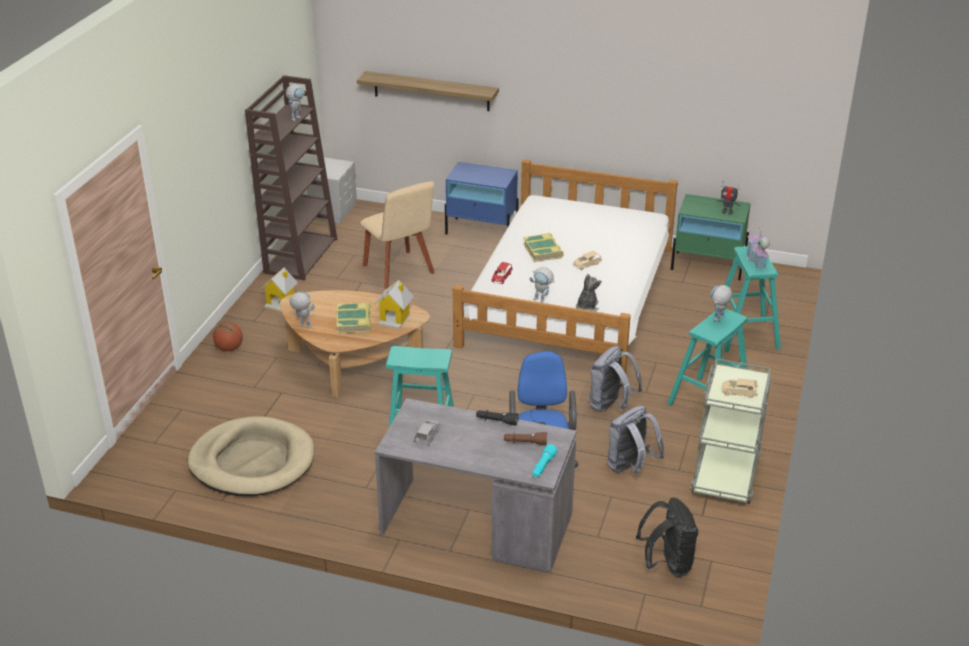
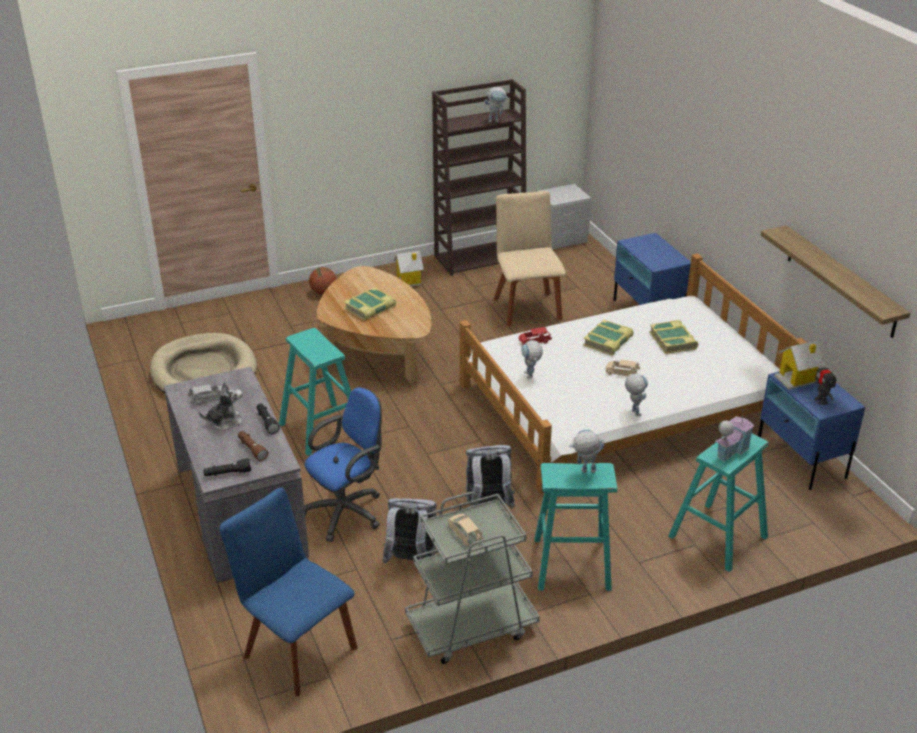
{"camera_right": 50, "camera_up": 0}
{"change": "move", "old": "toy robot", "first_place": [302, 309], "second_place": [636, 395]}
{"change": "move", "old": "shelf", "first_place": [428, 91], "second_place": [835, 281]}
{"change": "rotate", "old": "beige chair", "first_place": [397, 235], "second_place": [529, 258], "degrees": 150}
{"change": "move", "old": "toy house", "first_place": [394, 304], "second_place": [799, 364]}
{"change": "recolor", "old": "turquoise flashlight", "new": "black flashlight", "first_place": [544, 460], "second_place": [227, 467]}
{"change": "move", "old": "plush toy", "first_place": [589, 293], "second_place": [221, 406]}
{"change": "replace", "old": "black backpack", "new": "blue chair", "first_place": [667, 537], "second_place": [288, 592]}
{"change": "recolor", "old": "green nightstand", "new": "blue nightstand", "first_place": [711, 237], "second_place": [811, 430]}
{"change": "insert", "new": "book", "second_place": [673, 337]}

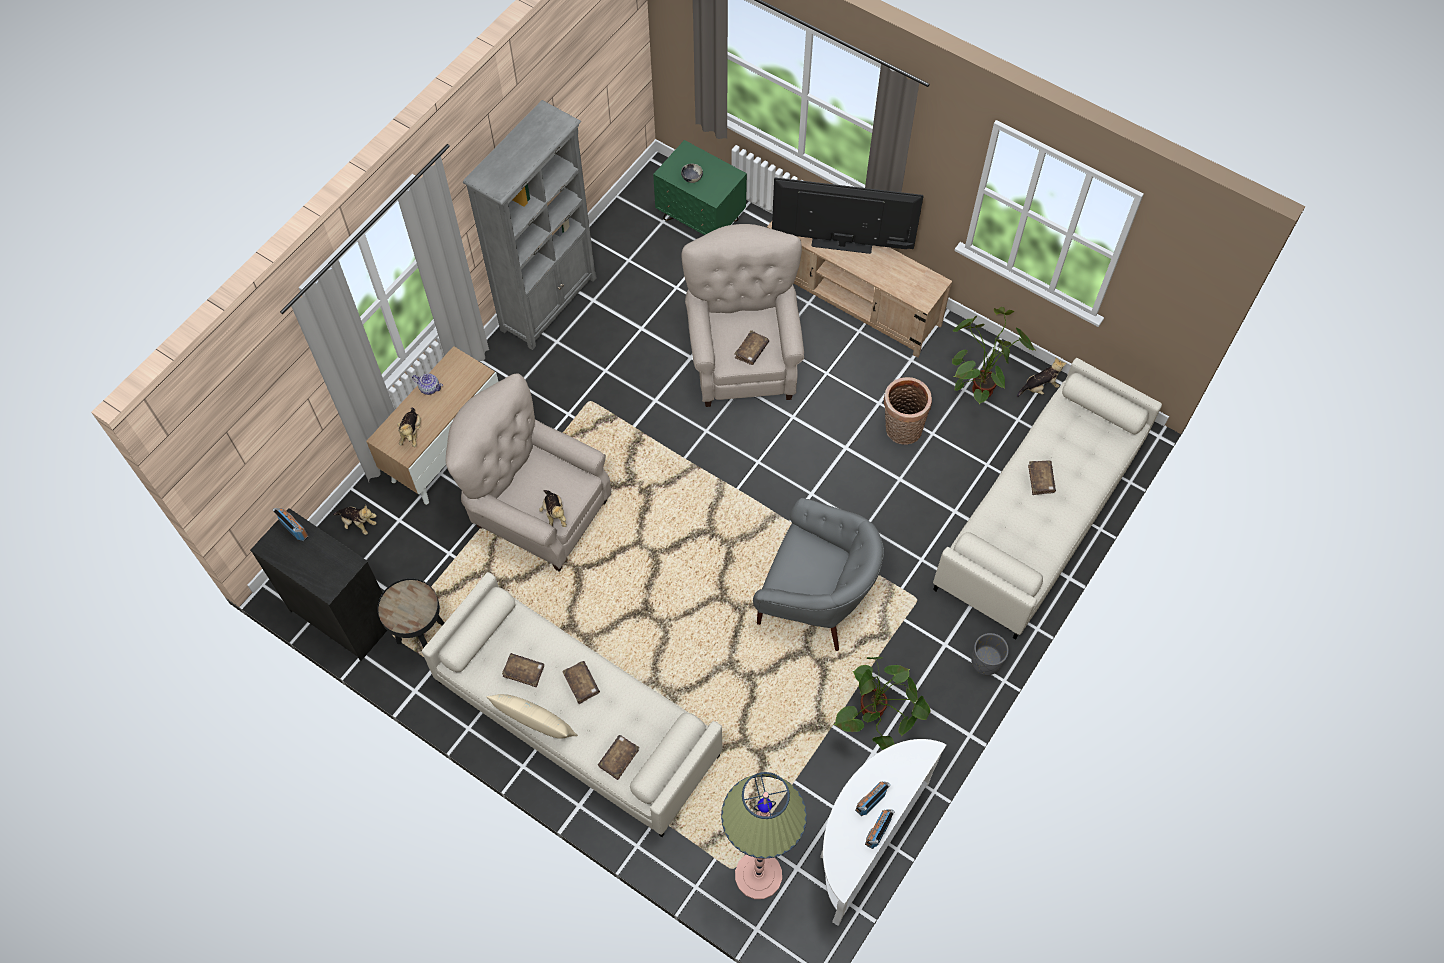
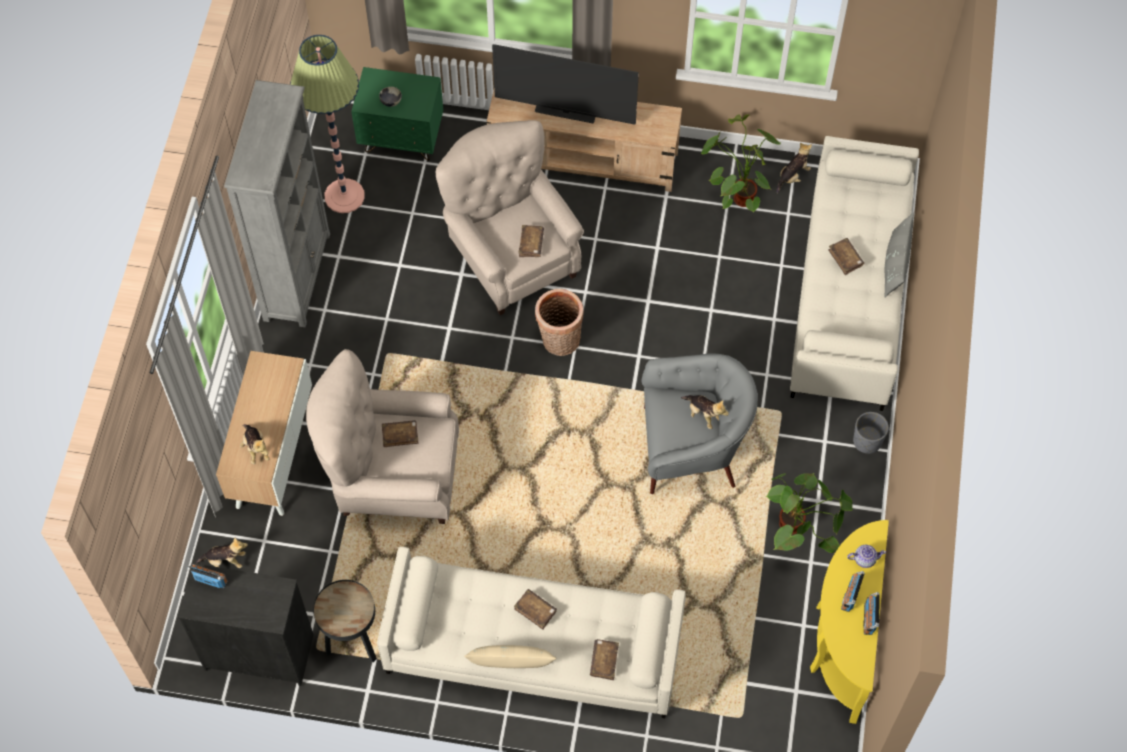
{"camera_right": -25, "camera_up": 0}
{"change": "move", "old": "teapot", "first_place": [427, 384], "second_place": [866, 556]}
{"change": "move", "old": "brown book", "first_place": [523, 670], "second_place": [400, 433]}
{"change": "move", "old": "plush toy", "first_place": [553, 508], "second_place": [705, 412]}
{"change": "move", "old": "floor lamp", "first_place": [764, 835], "second_place": [327, 124]}
{"change": "rotate", "old": "television", "first_place": [848, 216], "second_place": [565, 84], "degrees": -150}
{"change": "recolor", "old": "white console table", "new": "yellow console table", "first_place": [883, 832], "second_place": [849, 622]}
{"change": "move", "old": "basket", "first_place": [907, 411], "second_place": [559, 322]}
{"change": "insert", "new": "grey pillow", "second_place": [899, 255]}

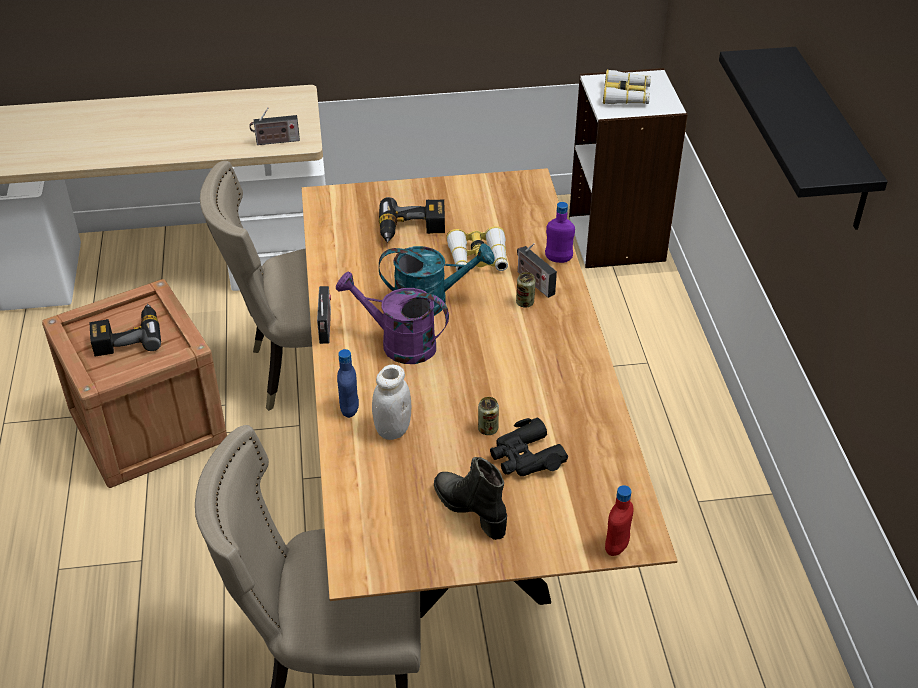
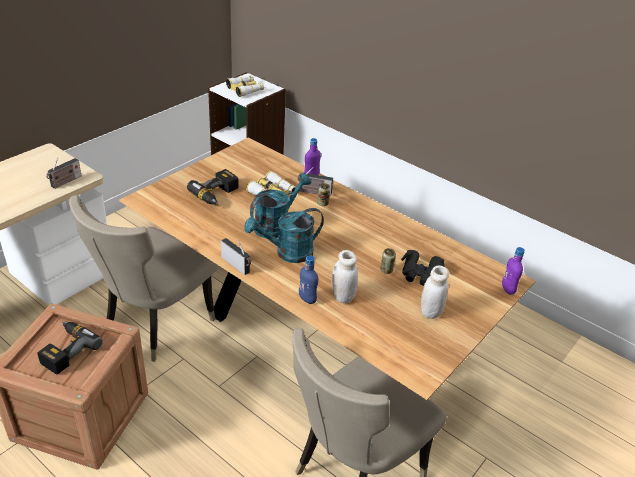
{"camera_right": -45, "camera_up": -5}
{"change": "recolor", "old": "purple watering can", "new": "turquoise watering can", "first_place": [392, 317], "second_place": [284, 235]}
{"change": "replace", "old": "black boot", "new": "white jar", "first_place": [470, 498], "second_place": [435, 292]}
{"change": "recolor", "old": "red bottle", "new": "purple bottle", "first_place": [619, 520], "second_place": [513, 271]}
{"change": "delete", "old": "black shelf", "first_place": [803, 138]}

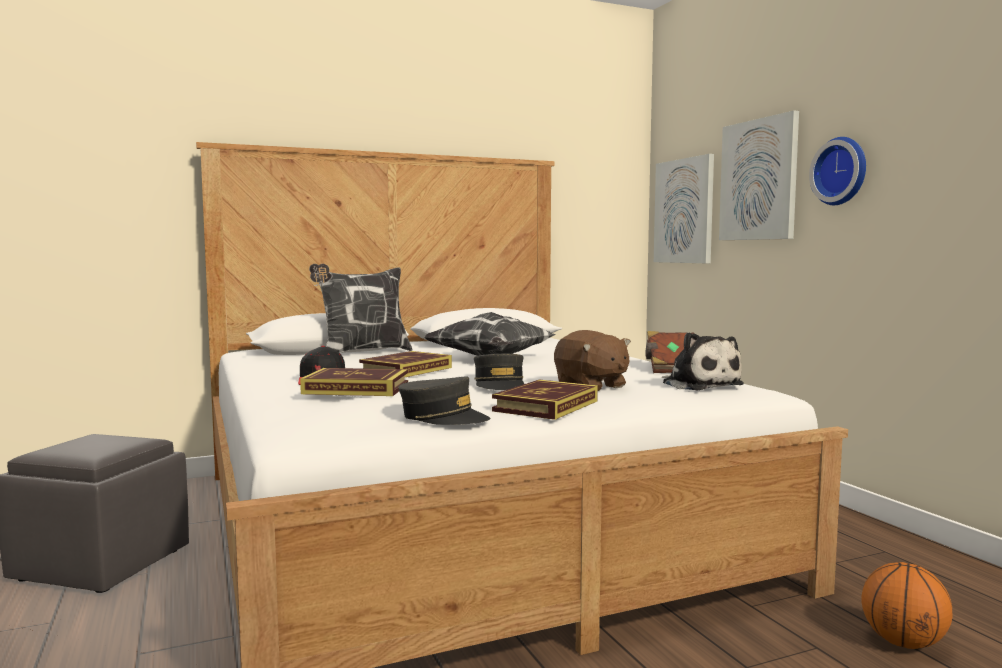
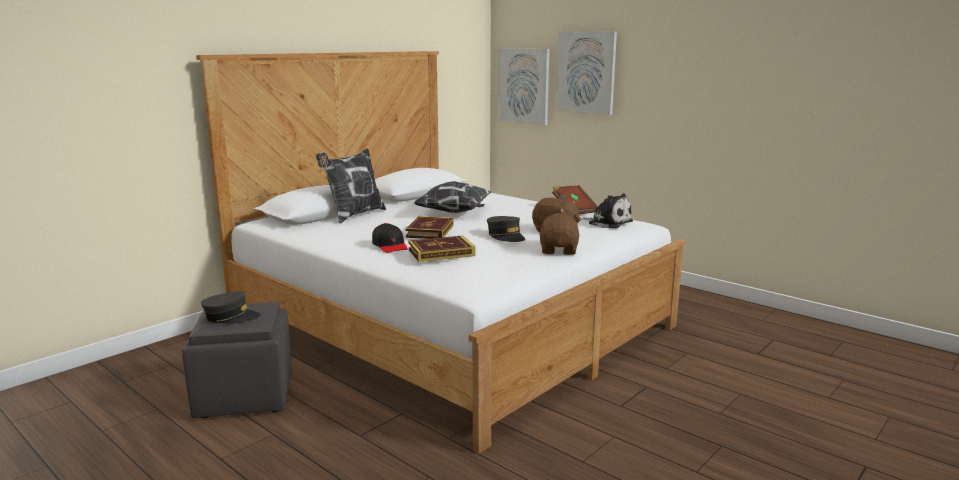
{"camera_right": -25, "camera_up": 10}
{"change": "move", "old": "grey cap", "first_place": [444, 400], "second_place": [231, 307]}
{"change": "replace", "old": "book", "new": "brown plush toy", "first_place": [545, 400], "second_place": [560, 234]}
{"change": "delete", "old": "wall clock", "first_place": [837, 171]}
{"change": "delete", "old": "basketball", "first_place": [906, 605]}

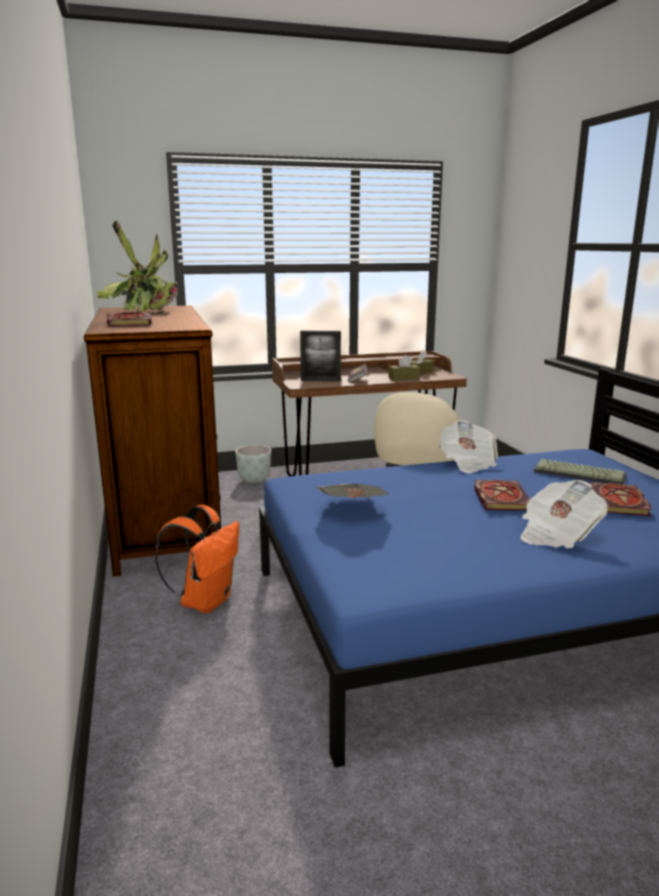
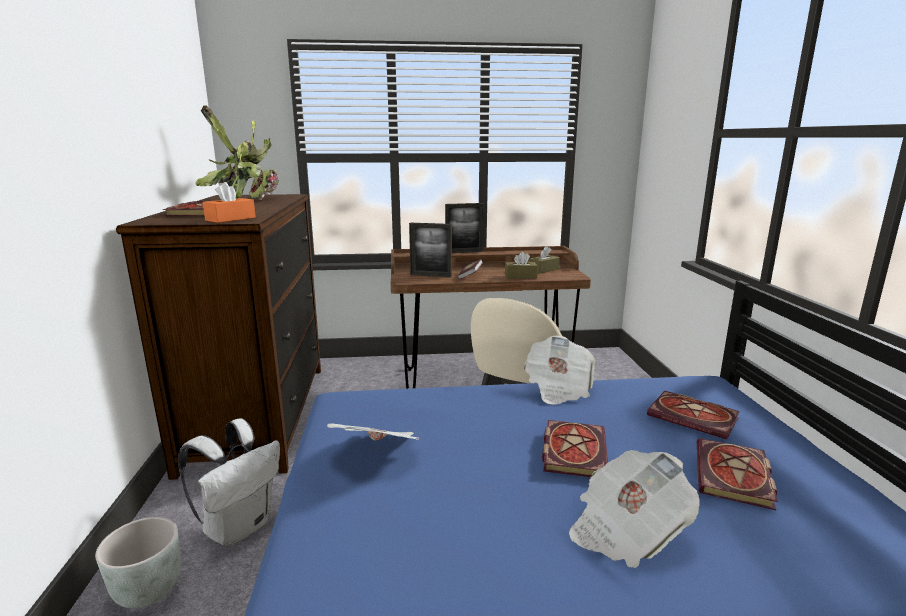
{"camera_right": 10, "camera_up": 0}
{"change": "recolor", "old": "orange backpack", "new": "white backpack", "first_place": [197, 559], "second_place": [229, 482]}
{"change": "move", "old": "grey planter", "first_place": [253, 464], "second_place": [138, 562]}
{"change": "replace", "old": "keyboard", "new": "book", "first_place": [580, 472], "second_place": [693, 415]}
{"change": "insert", "new": "orange tissue box", "second_place": [229, 202]}
{"change": "insert", "new": "picture frame", "second_place": [465, 228]}

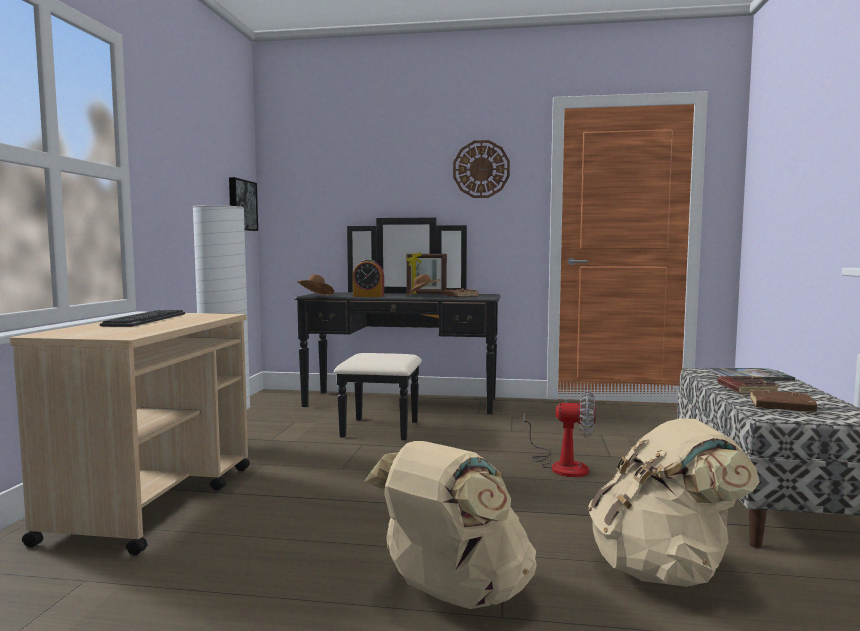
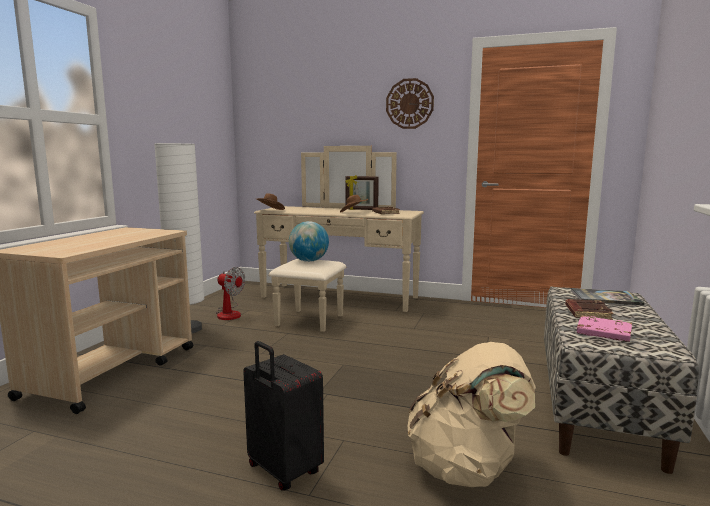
{"camera_right": 10, "camera_up": 5}
{"change": "delete", "old": "keyboard", "first_place": [142, 318]}
{"change": "delete", "old": "picture", "first_place": [243, 204]}
{"change": "recolor", "old": "black dresser", "new": "beige dresser", "first_place": [398, 328], "second_place": [339, 239]}
{"change": "delete", "old": "alarm clock", "first_place": [368, 278]}
{"change": "replace", "old": "beige backpack", "new": "black suitcase", "first_place": [450, 525], "second_place": [283, 416]}
{"change": "move", "old": "fan", "first_place": [559, 434], "second_place": [230, 293]}
{"change": "recolor", "old": "brown book", "new": "pink book", "first_place": [783, 401], "second_place": [604, 328]}
{"change": "insert", "new": "globe", "second_place": [309, 241]}

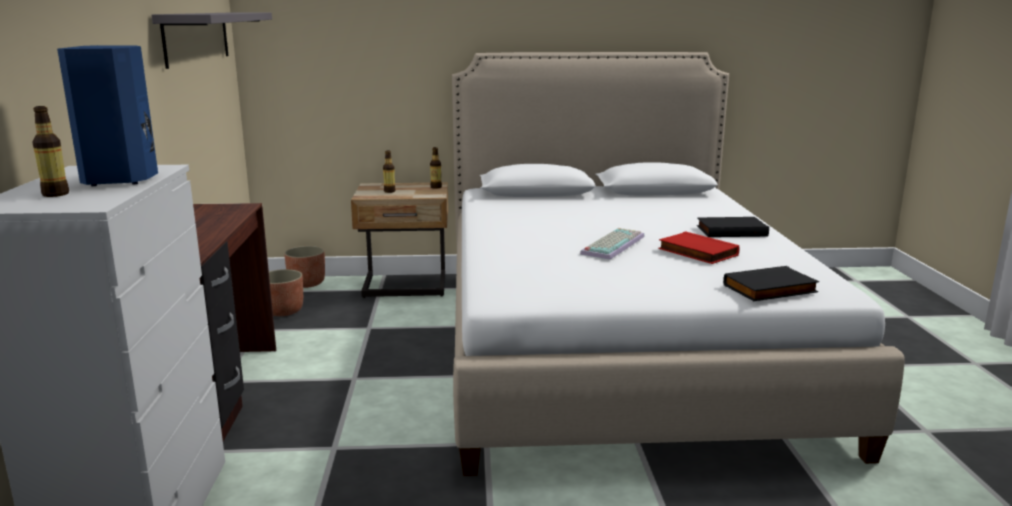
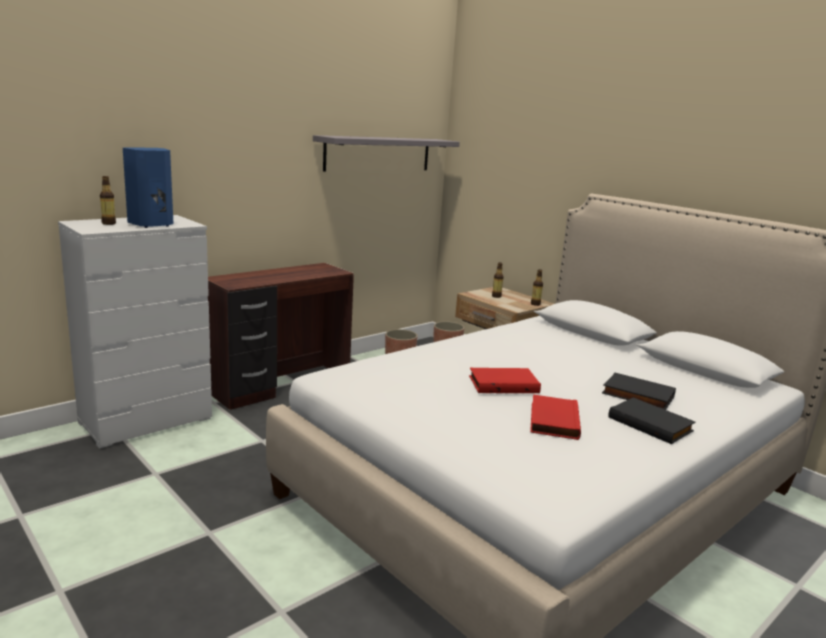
{"camera_right": 50, "camera_up": 0}
{"change": "replace", "old": "keyboard", "new": "red book", "first_place": [612, 244], "second_place": [505, 380]}
{"change": "move", "old": "black book", "first_place": [771, 283], "second_place": [639, 391]}

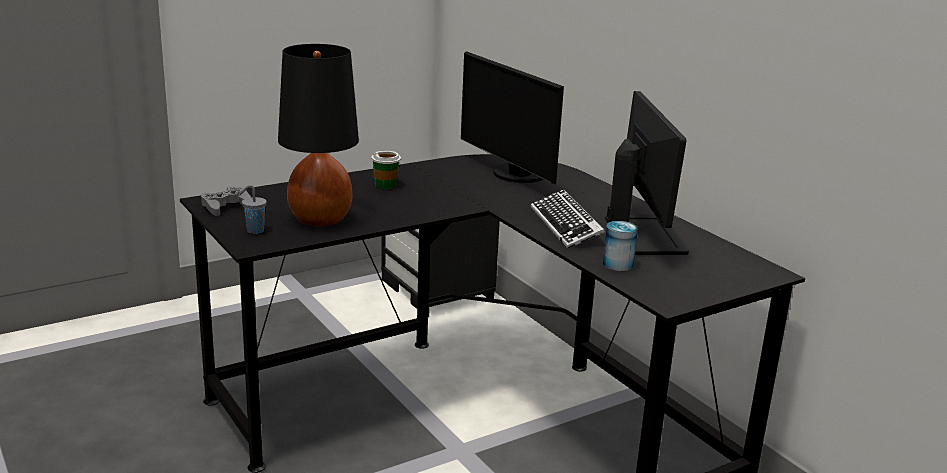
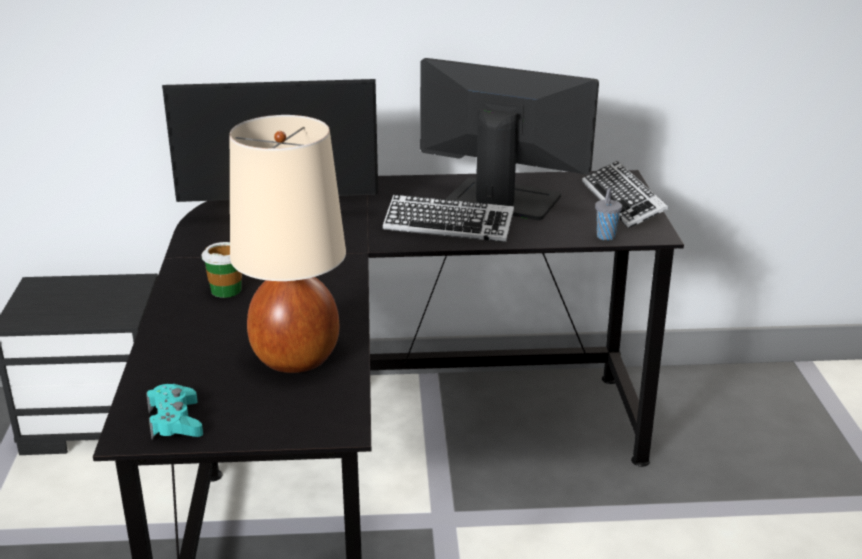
{"camera_right": -60, "camera_up": 5}
{"change": "recolor", "old": "grey game controller", "new": "turquoise game controller", "first_place": [226, 201], "second_place": [174, 411]}
{"change": "move", "old": "grey cup", "first_place": [253, 209], "second_place": [608, 214]}
{"change": "recolor", "old": "black table lamp", "new": "beige table lamp", "first_place": [318, 135], "second_place": [288, 244]}
{"change": "delete", "old": "can", "first_place": [620, 246]}
{"change": "insert", "new": "keyboard", "second_place": [625, 194]}

